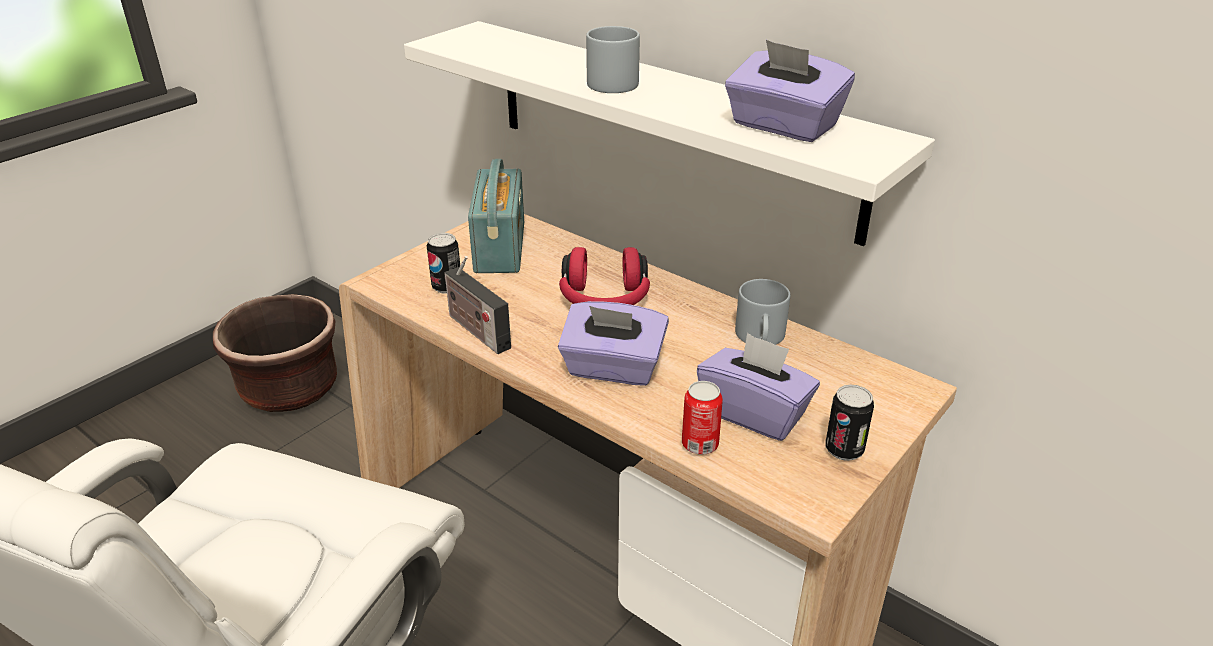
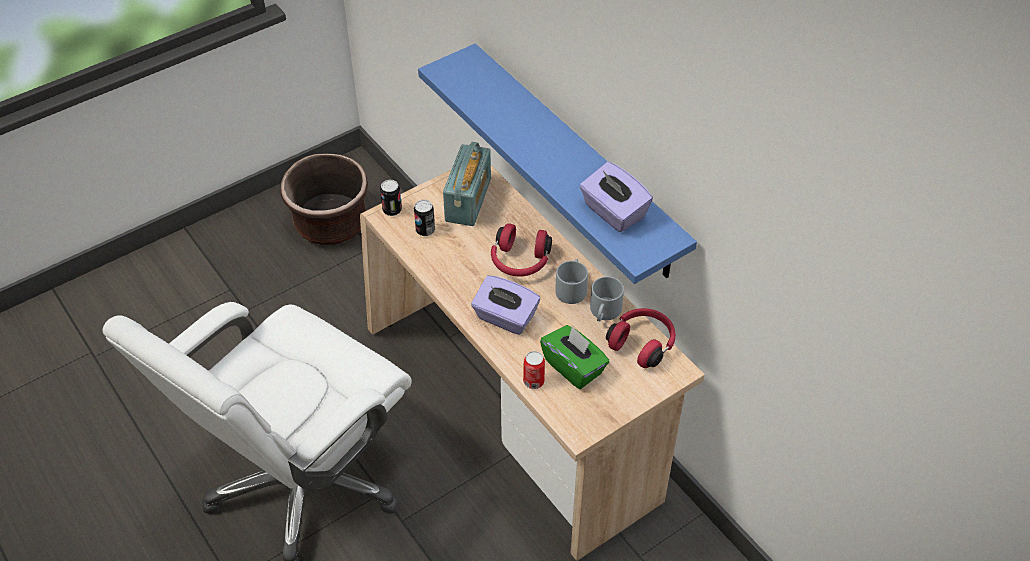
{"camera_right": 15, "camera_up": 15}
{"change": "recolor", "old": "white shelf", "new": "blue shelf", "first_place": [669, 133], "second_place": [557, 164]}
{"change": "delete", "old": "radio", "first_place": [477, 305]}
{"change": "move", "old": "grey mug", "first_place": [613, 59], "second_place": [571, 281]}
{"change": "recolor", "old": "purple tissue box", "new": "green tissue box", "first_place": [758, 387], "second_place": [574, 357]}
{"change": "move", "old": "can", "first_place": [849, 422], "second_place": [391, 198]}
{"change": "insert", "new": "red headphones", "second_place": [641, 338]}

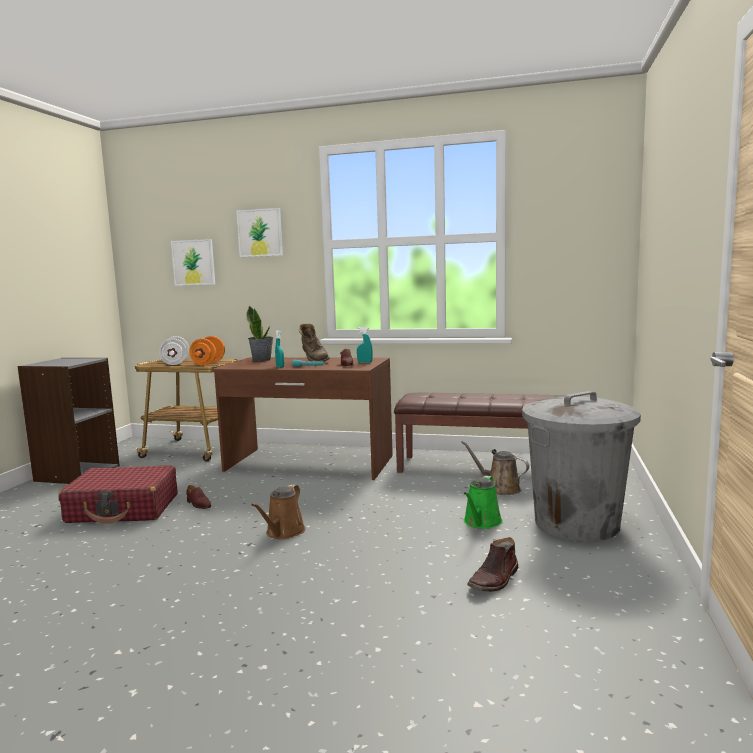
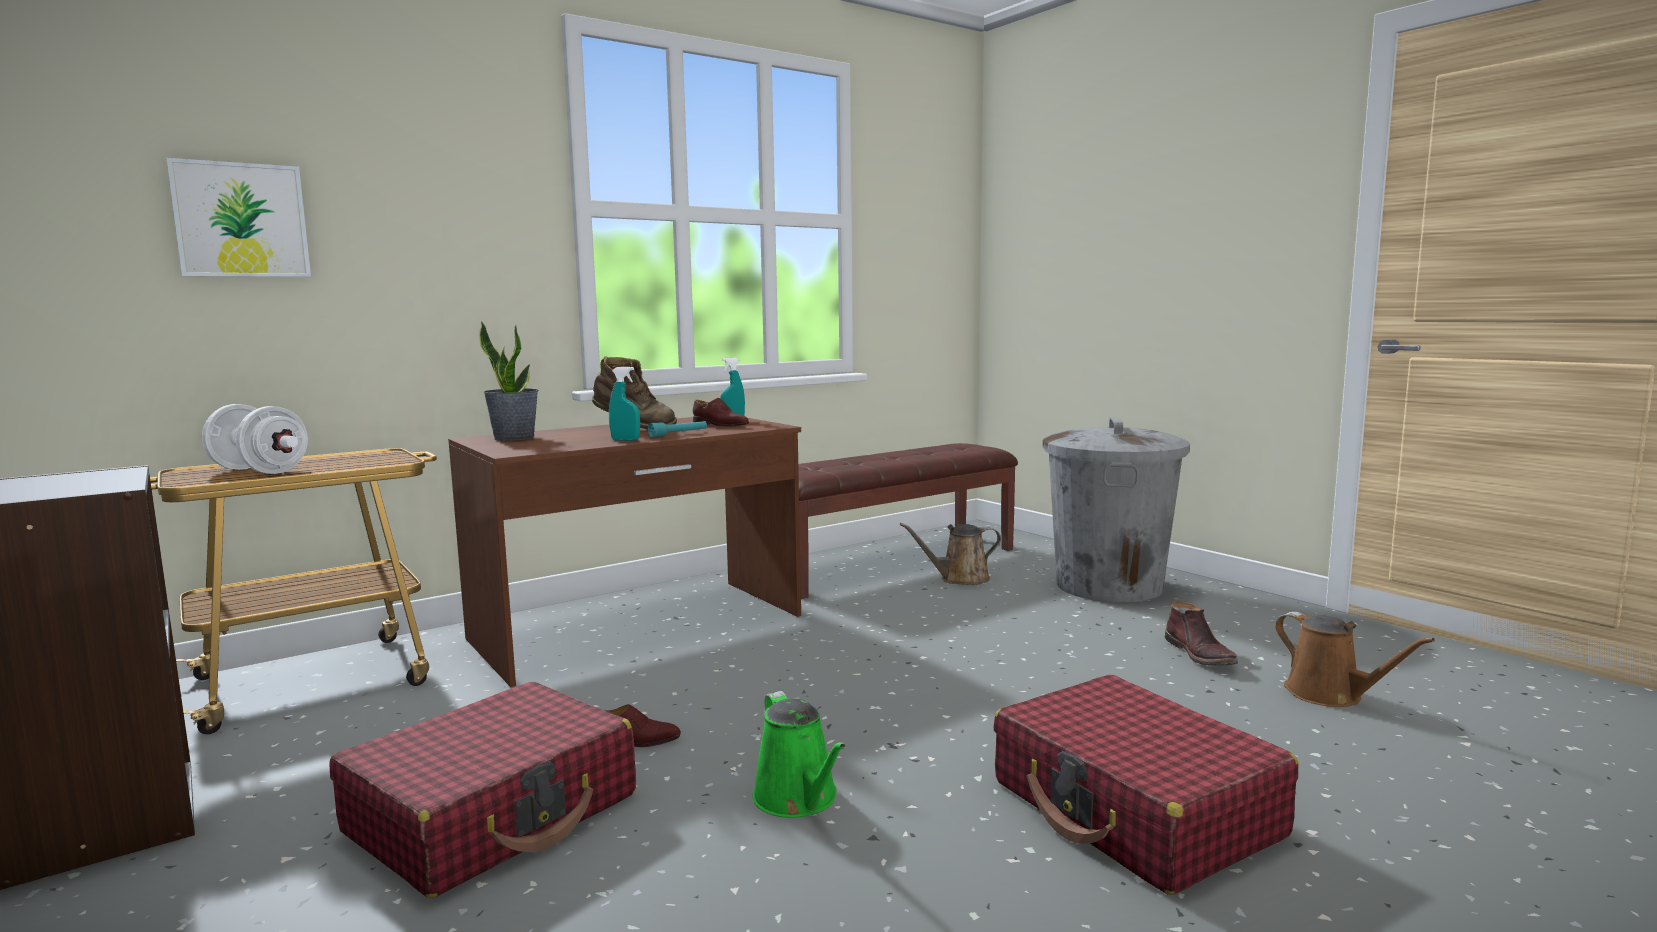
{"camera_right": -50, "camera_up": 0}
{"change": "delete", "old": "orange dumbbell", "first_place": [207, 351]}
{"change": "delete", "old": "picture", "first_place": [259, 232]}
{"change": "move", "old": "brown watering can", "first_place": [278, 512], "second_place": [1355, 659]}
{"change": "move", "old": "green watering can", "first_place": [483, 502], "second_place": [799, 754]}
{"change": "insert", "new": "red suitcase", "second_place": [1145, 785]}

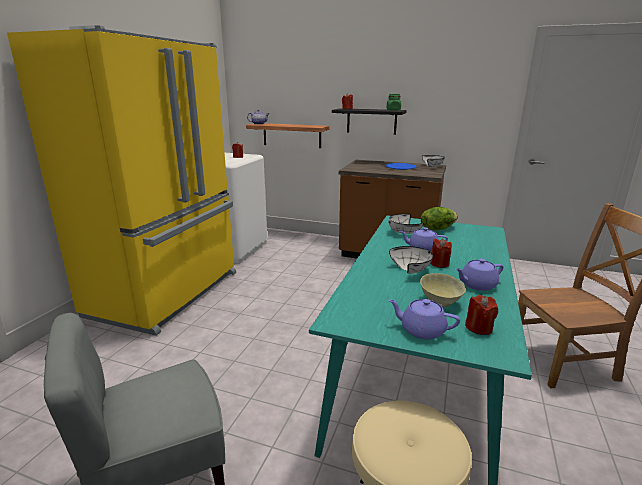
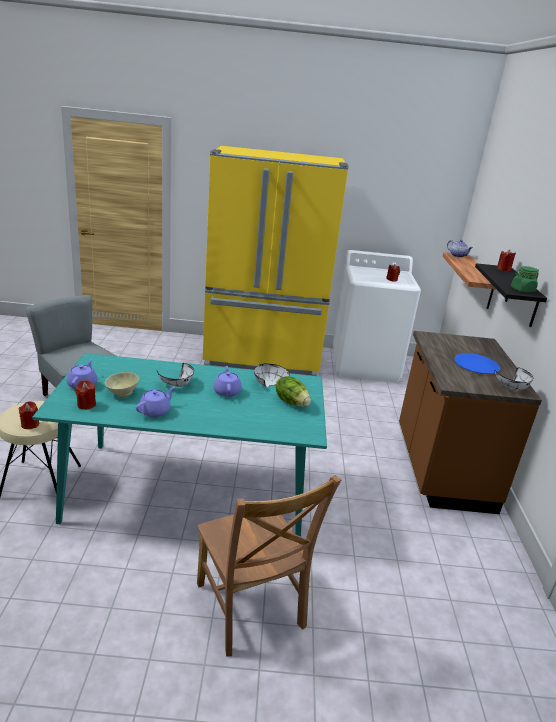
{"camera_right": 70, "camera_up": 5}
{"change": "move", "old": "red candle", "first_place": [441, 253], "second_place": [28, 415]}
{"change": "rotate", "old": "purple teapot", "first_place": [479, 275], "second_place": [155, 401], "degrees": 75}

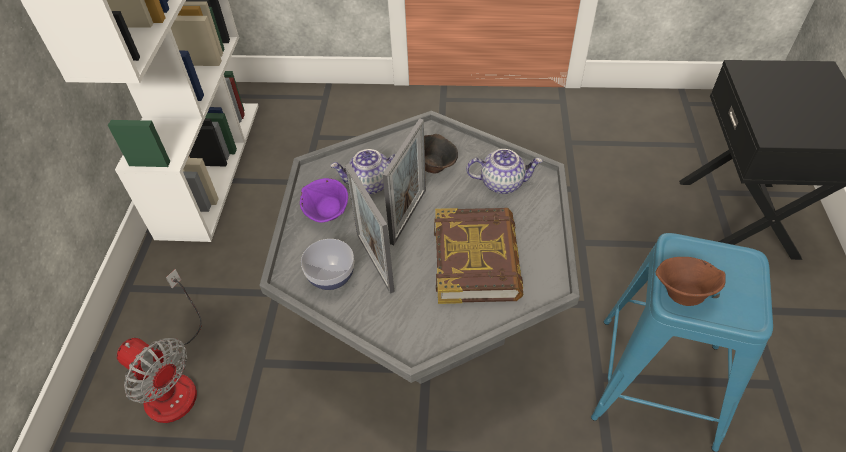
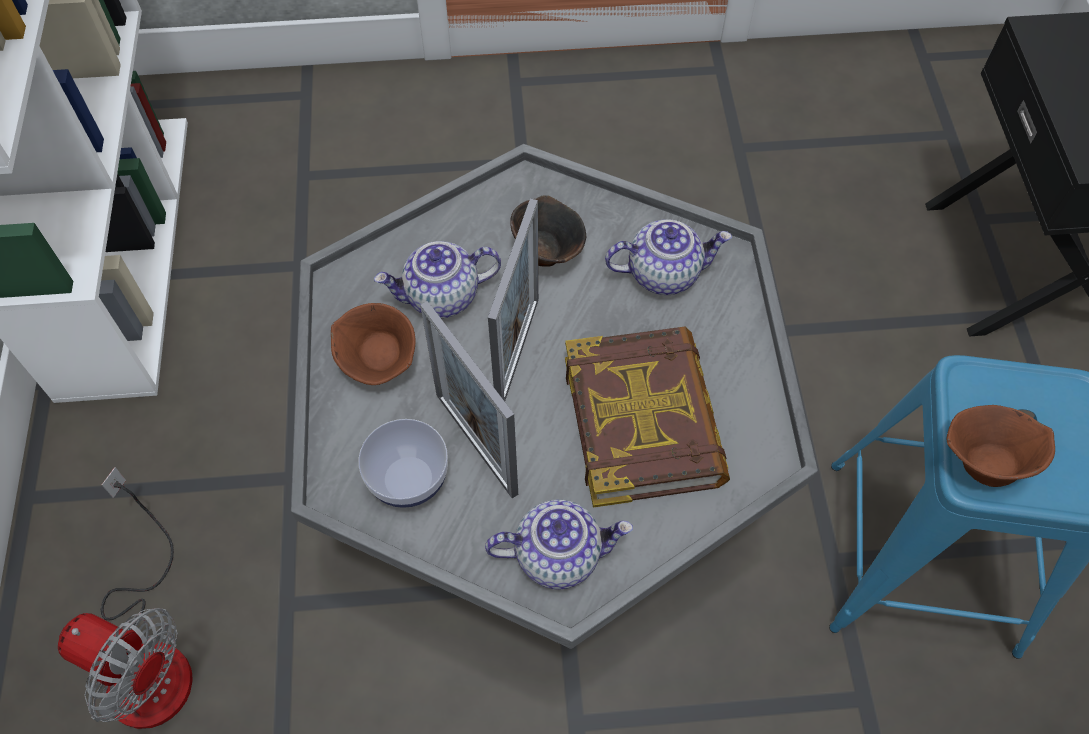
{"camera_right": -10, "camera_up": 10}
{"change": "recolor", "old": "purple bowl", "new": "brown bowl", "first_place": [324, 200], "second_place": [373, 344]}
{"change": "insert", "new": "teapot", "second_place": [559, 544]}

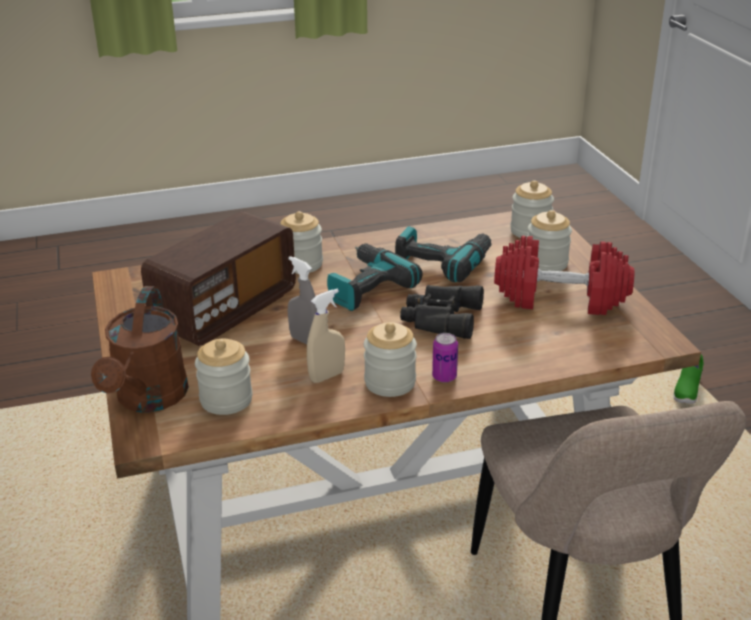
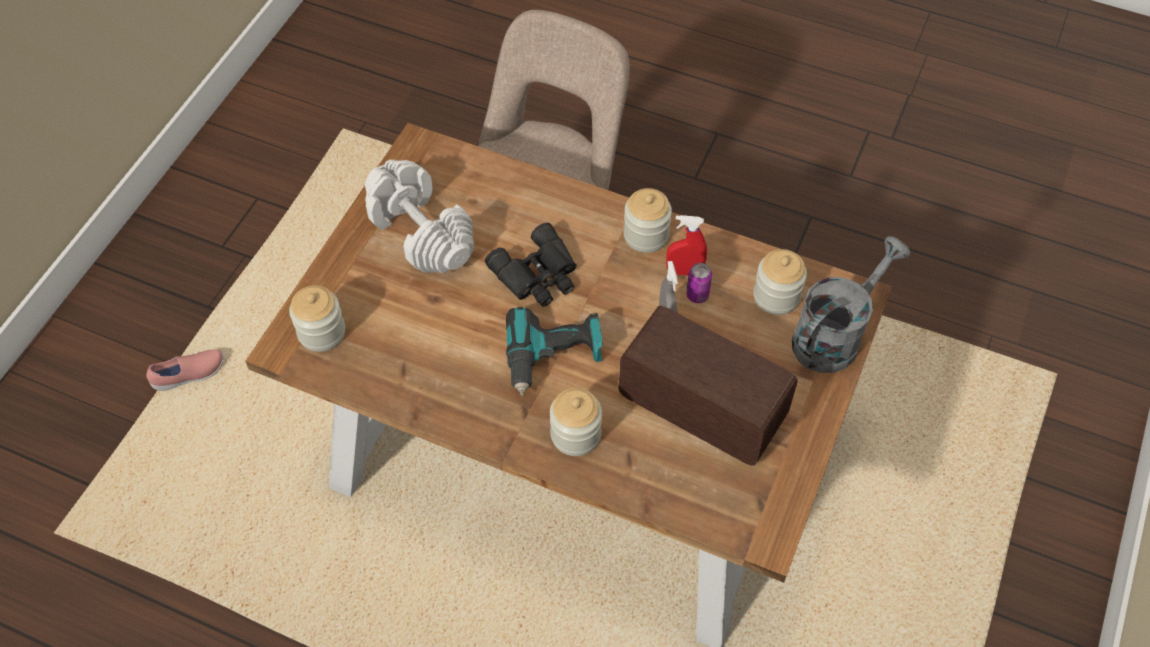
{"camera_right": -140, "camera_up": 25}
{"change": "recolor", "old": "brown watering can", "new": "grey watering can", "first_place": [140, 349], "second_place": [851, 304]}
{"change": "rotate", "old": "radio", "first_place": [218, 278], "second_place": [708, 386], "degrees": 45}
{"change": "recolor", "old": "beige spray bottle", "new": "red spray bottle", "first_place": [326, 336], "second_place": [686, 245]}
{"change": "delete", "old": "power drill", "first_place": [443, 254]}
{"change": "move", "old": "can", "first_place": [445, 358], "second_place": [699, 283]}
{"change": "recolor", "old": "red dumbbell", "new": "white dumbbell", "first_place": [564, 275], "second_place": [419, 216]}
{"change": "delete", "old": "jar", "first_place": [549, 240]}
{"change": "recolor", "old": "green shoe", "new": "pink shoe", "first_place": [688, 379], "second_place": [185, 370]}

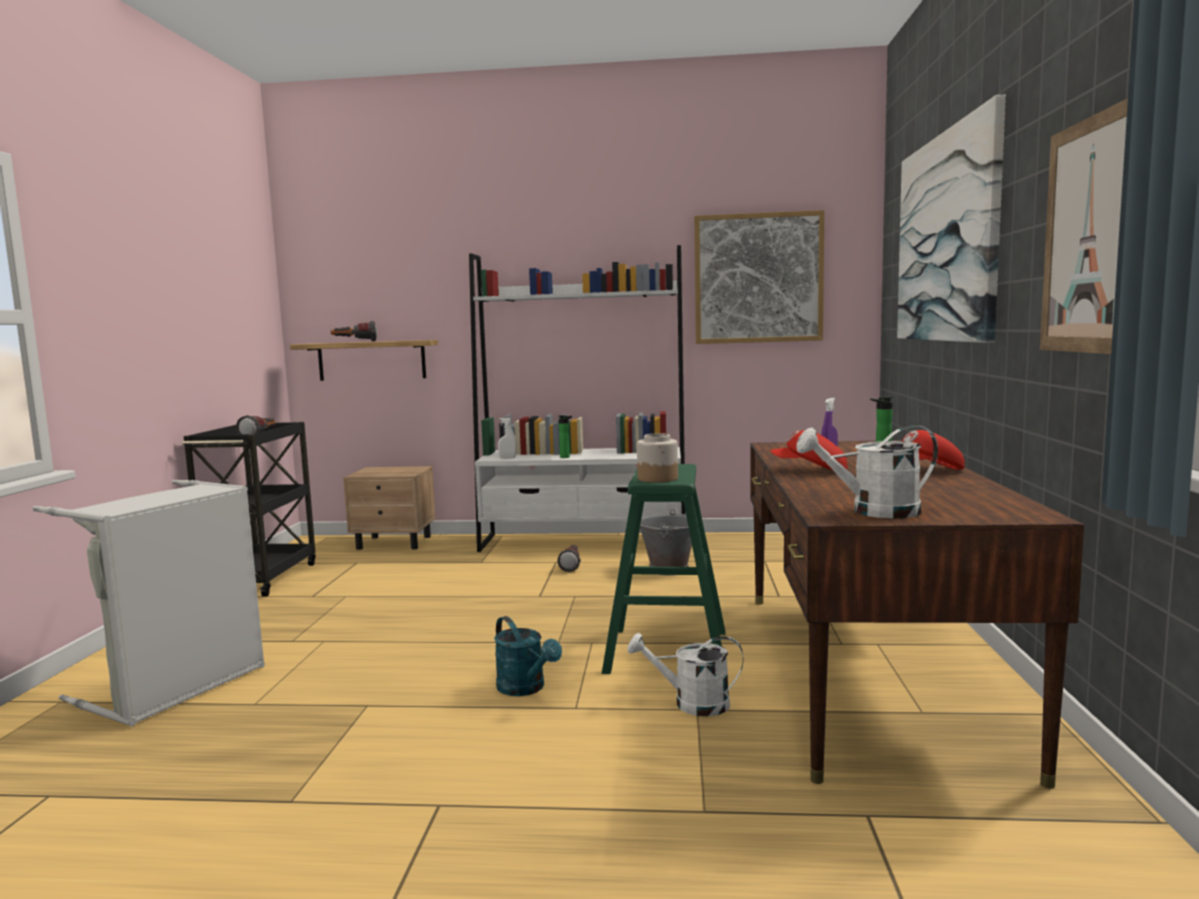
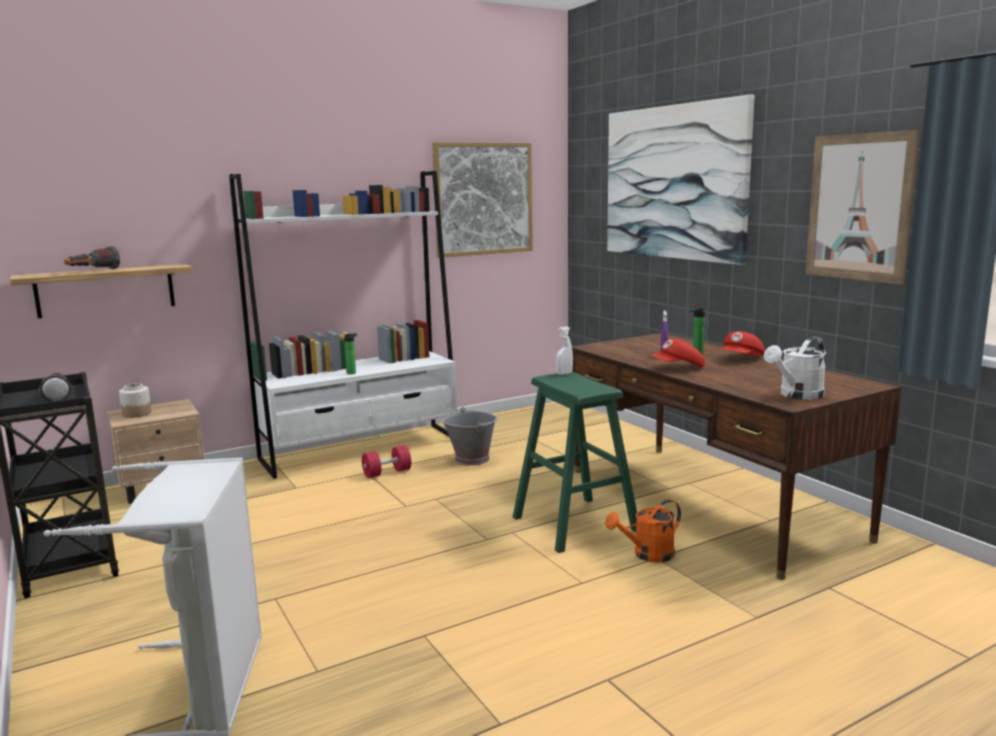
{"camera_right": -35, "camera_up": 5}
{"change": "delete", "old": "turquoise watering can", "first_place": [528, 656]}
{"change": "move", "old": "white spray bottle", "first_place": [507, 438], "second_place": [564, 350]}
{"change": "replace", "old": "flashlight", "new": "red dumbbell", "first_place": [569, 558], "second_place": [386, 461]}
{"change": "recolor", "old": "white watering can", "new": "orange watering can", "first_place": [685, 674], "second_place": [643, 531]}
{"change": "move", "old": "jar", "first_place": [657, 458], "second_place": [135, 400]}

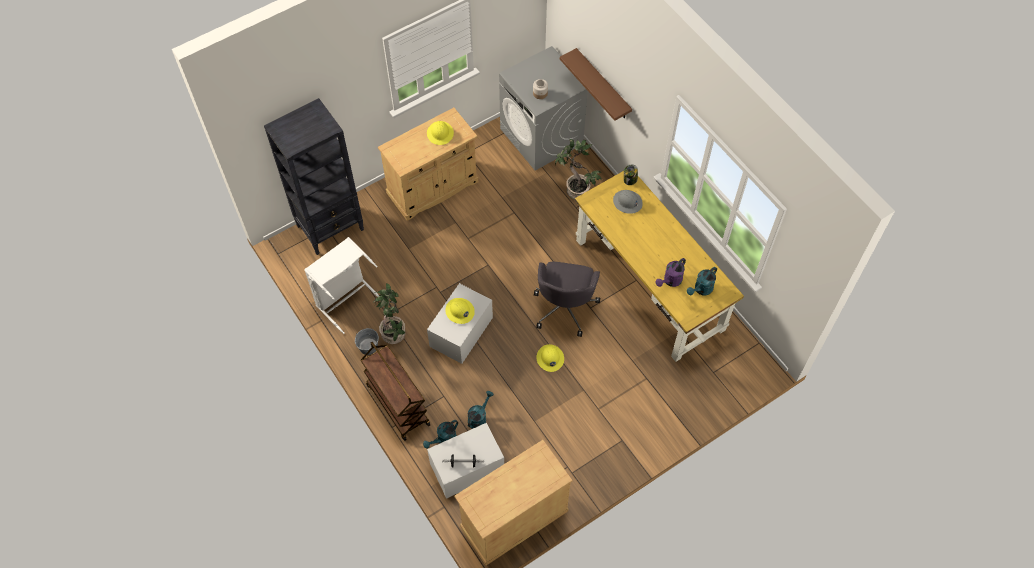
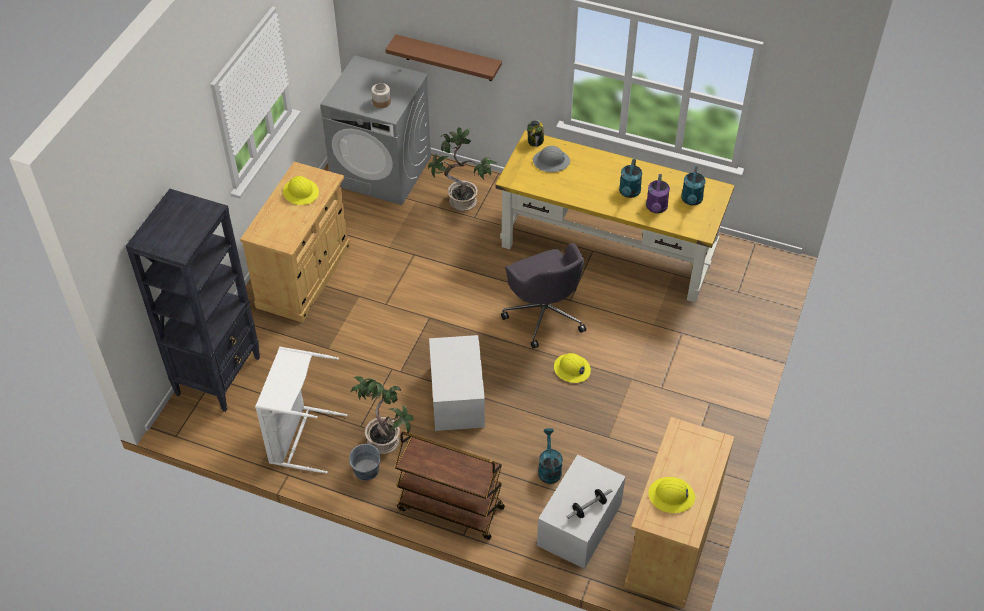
{"camera_right": -35, "camera_up": -10}
{"change": "move", "old": "turquoise watering can", "first_place": [440, 434], "second_place": [631, 178]}
{"change": "move", "old": "yellow hard hat", "first_place": [460, 311], "second_place": [671, 495]}

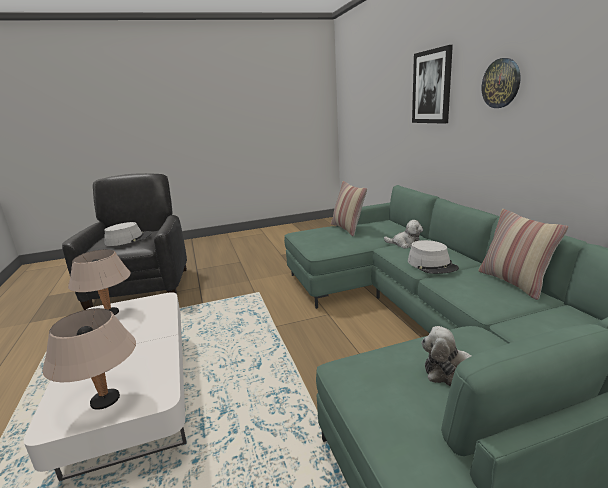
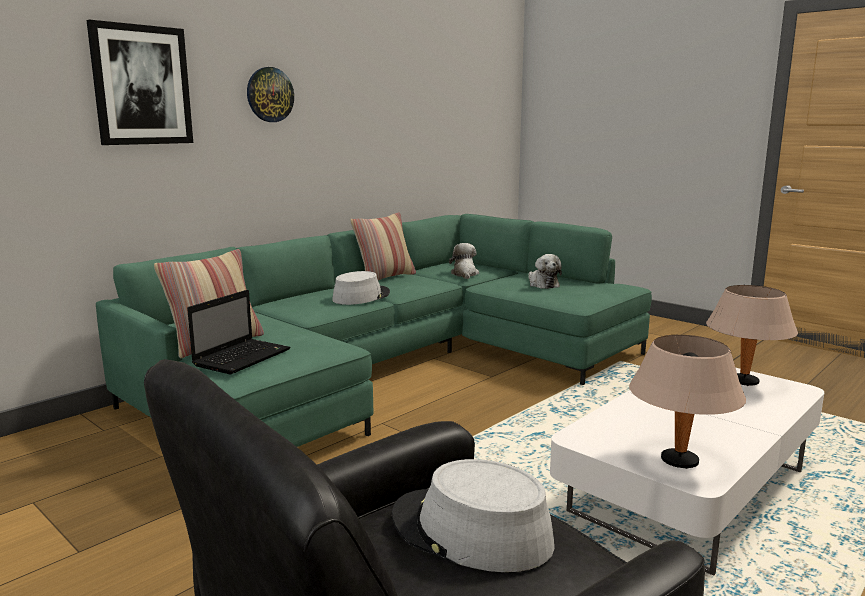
{"camera_right": -120, "camera_up": -5}
{"change": "move", "old": "plush toy", "first_place": [403, 234], "second_place": [464, 261]}
{"change": "insert", "new": "laptop", "second_place": [239, 332]}

